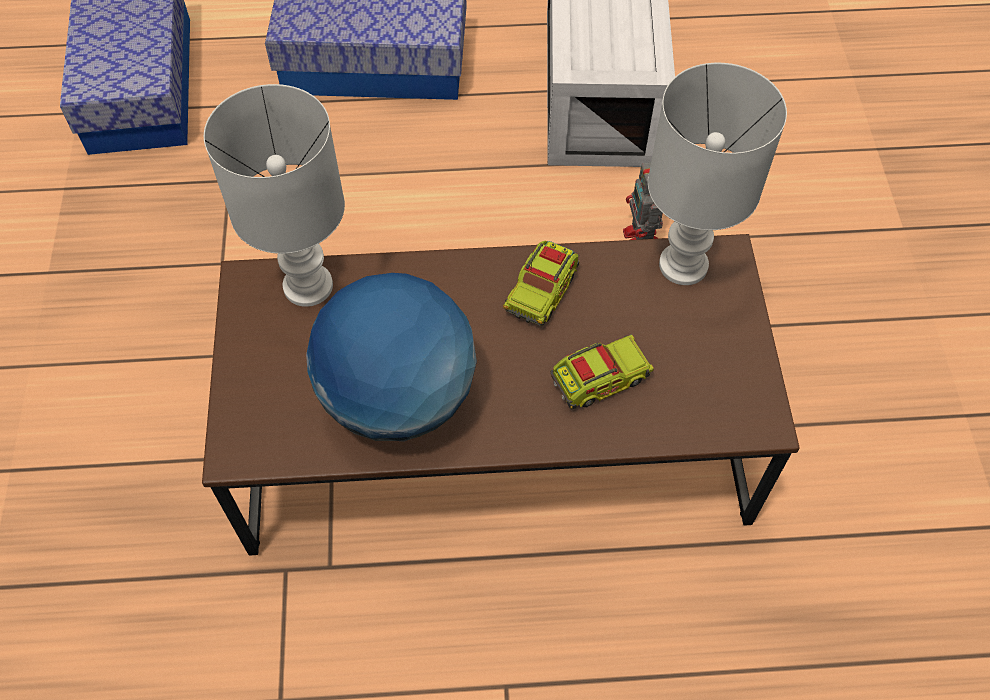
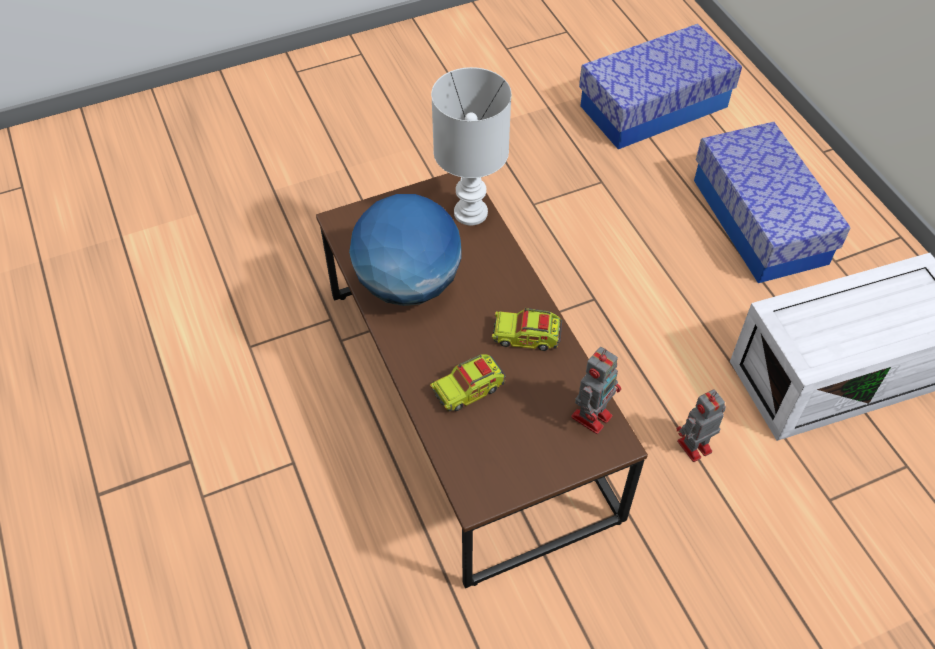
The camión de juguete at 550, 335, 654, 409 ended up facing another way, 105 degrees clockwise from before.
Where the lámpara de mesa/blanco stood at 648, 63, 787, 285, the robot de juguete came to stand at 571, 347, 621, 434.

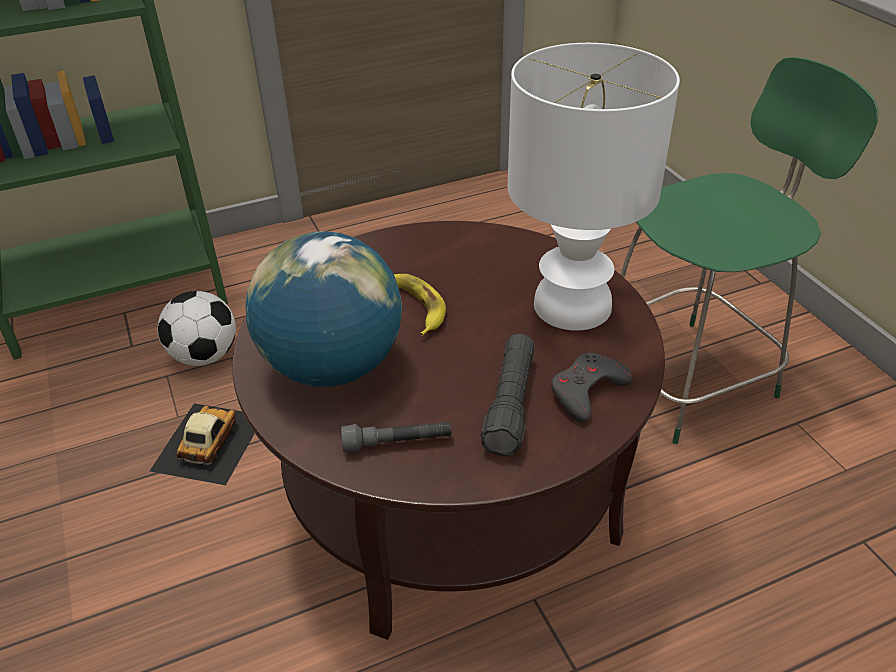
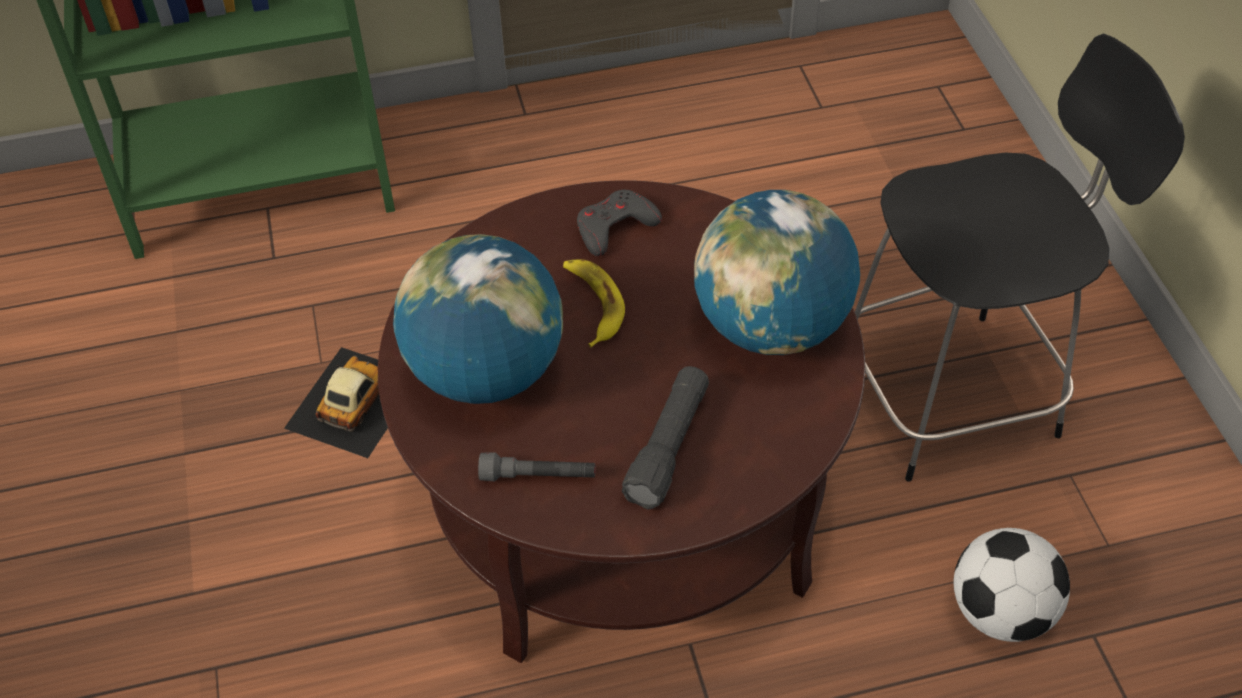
The mando de consola/gris ended up elsewhere, having gone from 551, 353, 633, 422 to 577, 190, 662, 256.
Where the lámpara de mesa/blanco stood at 508, 43, 680, 331, the globo terráqueo came to stand at 694, 190, 860, 355.
What was the silla/verde at 620, 57, 879, 444 turned into the silla/negro at 855, 33, 1185, 482.
The balón de fútbol ended up elsewhere, having gone from 158, 291, 236, 366 to 953, 528, 1070, 642.

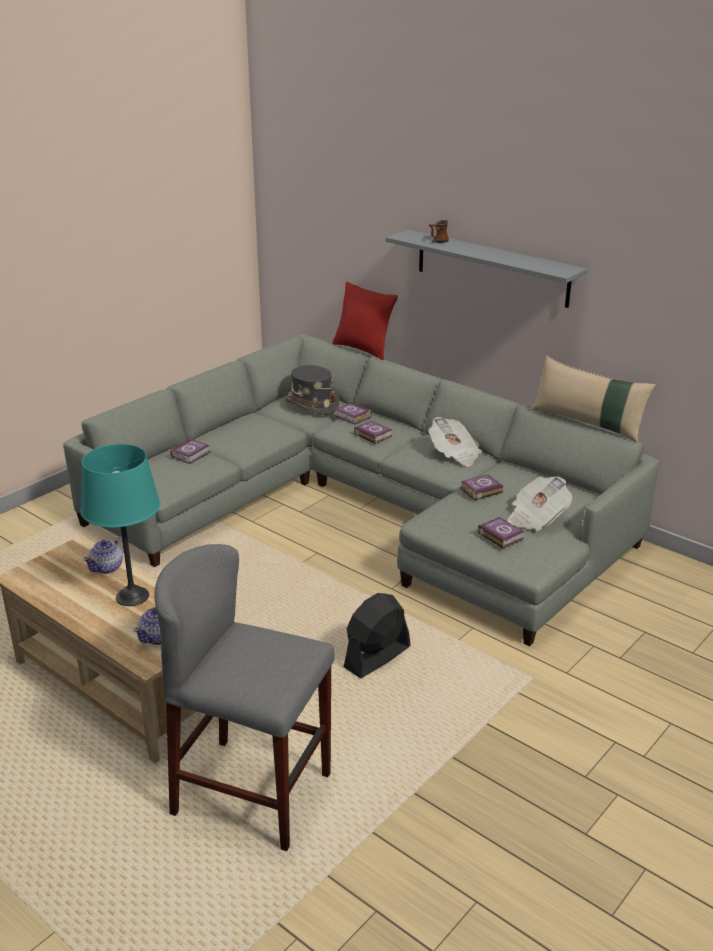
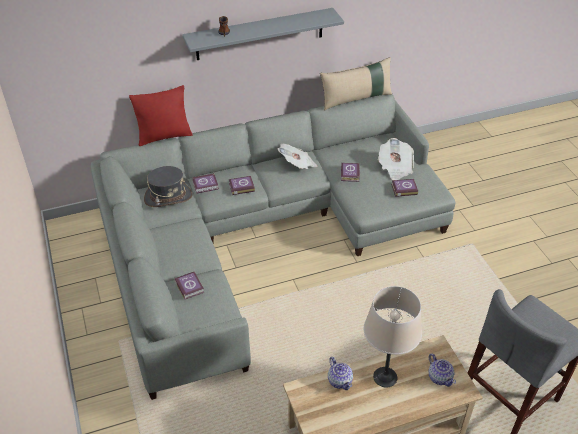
What was the lámpara de mesa/turquesa at 81, 444, 160, 606 turned into the lámpara de mesa/beis at 364, 286, 422, 387.
The second view lost the ventilador/negro at 343, 593, 411, 678.

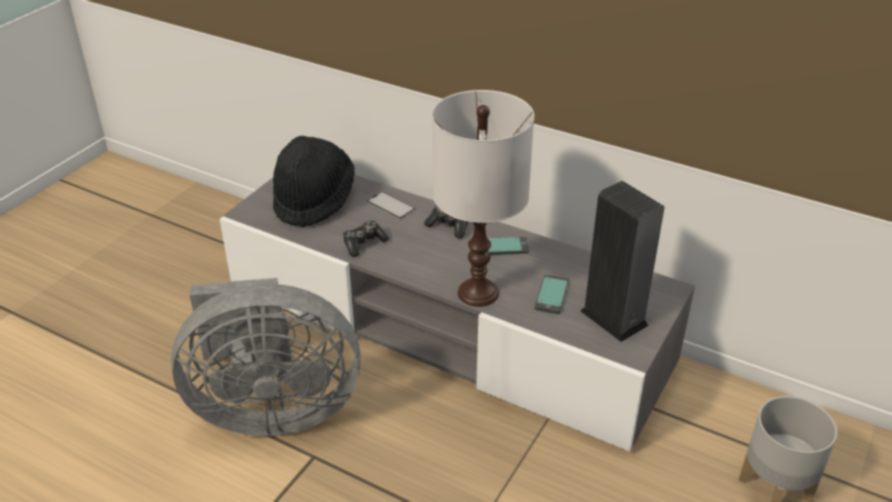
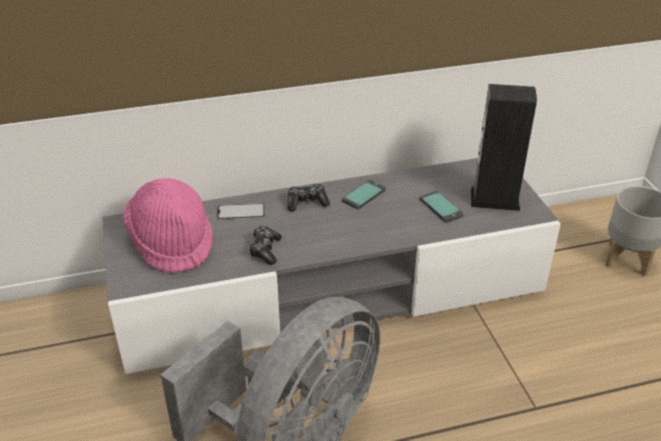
What was the sombrero/negro at 273, 136, 355, 227 turned into the sombrero/rosa at 123, 178, 213, 273.
The second view lost the lámpara de mesa/blanco at 432, 90, 534, 307.

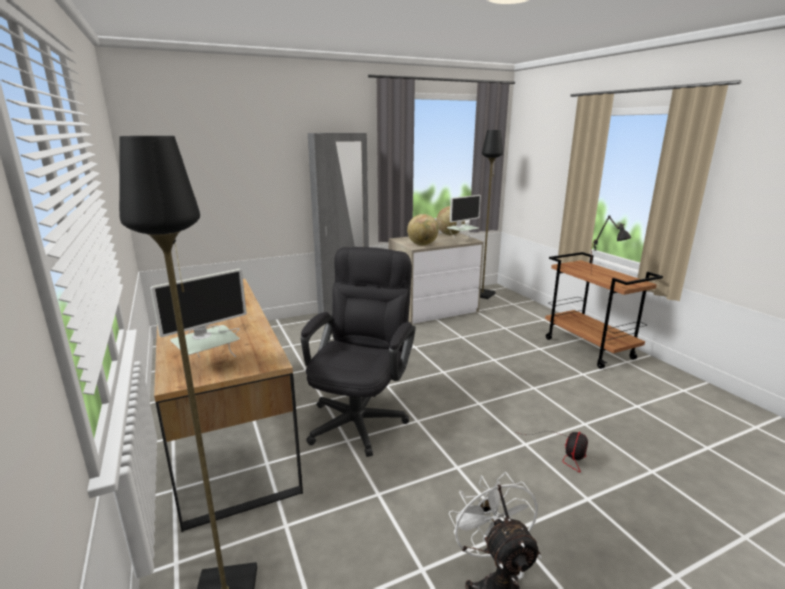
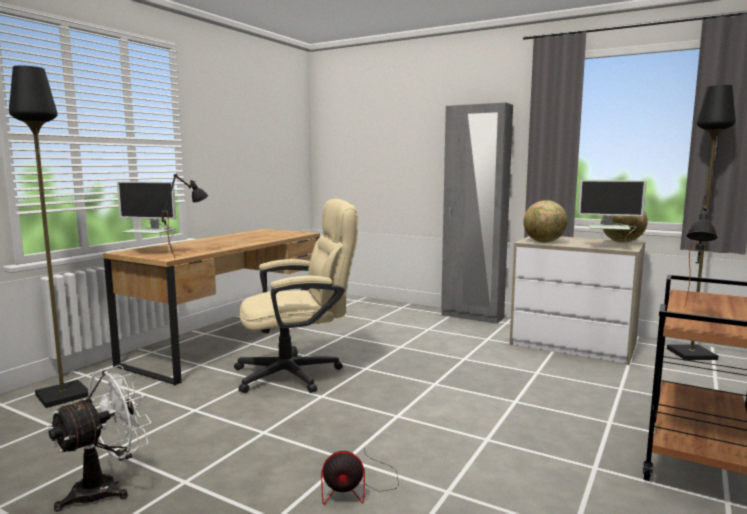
The second view gained the lámpara de mesa/negro at 161, 174, 208, 258.
What was the silla de oficina/negro at 301, 247, 416, 457 turned into the silla de oficina/beis at 234, 199, 358, 393.

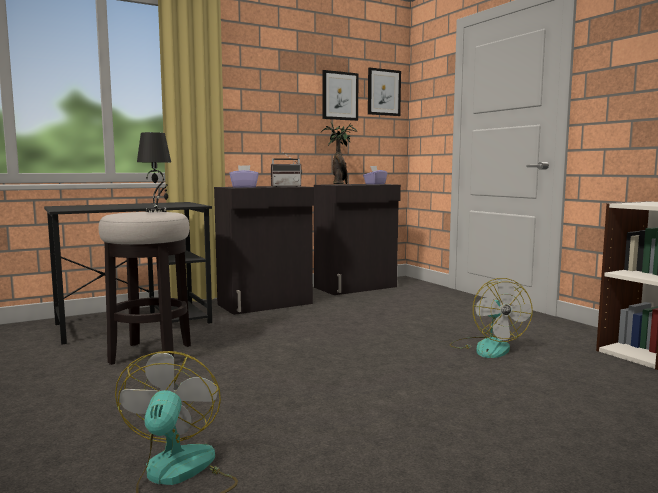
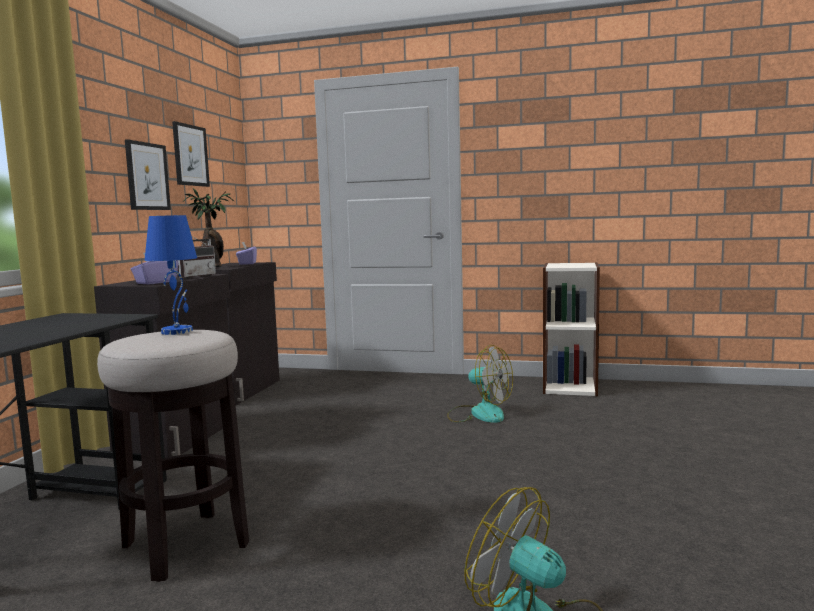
The cuadro ended up elsewhere, having gone from 368, 67, 401, 116 to 125, 139, 171, 210.
What was the lámpara de mesa/negro at 137, 132, 171, 212 turned into the lámpara de mesa/azul at 145, 215, 197, 335.

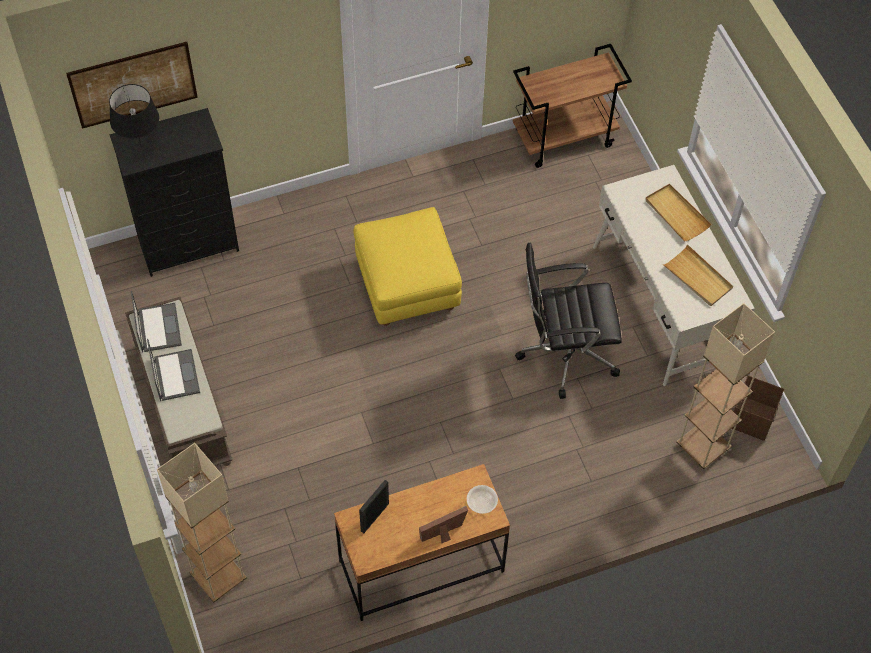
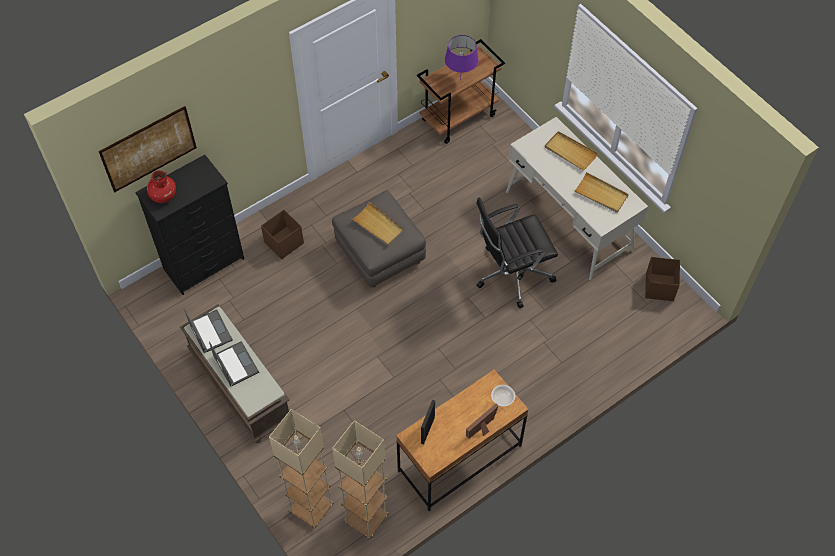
Where the lámpara de mesa/negro stood at 109, 84, 159, 147, the florero/rojo came to stand at 147, 170, 176, 203.
The second view gained the caja de almacenaje/marrón at 261, 210, 304, 259.
What was the puf/amarillo at 353, 207, 462, 326 turned into the puf/gris at 332, 190, 426, 287.
The lámpara de pie/beis ended up elsewhere, having gone from 676, 303, 775, 469 to 332, 420, 389, 539.
The second view gained the bandeja/beis at 352, 202, 404, 245.
The second view gained the lámpara de mesa/morado at 445, 35, 479, 81.

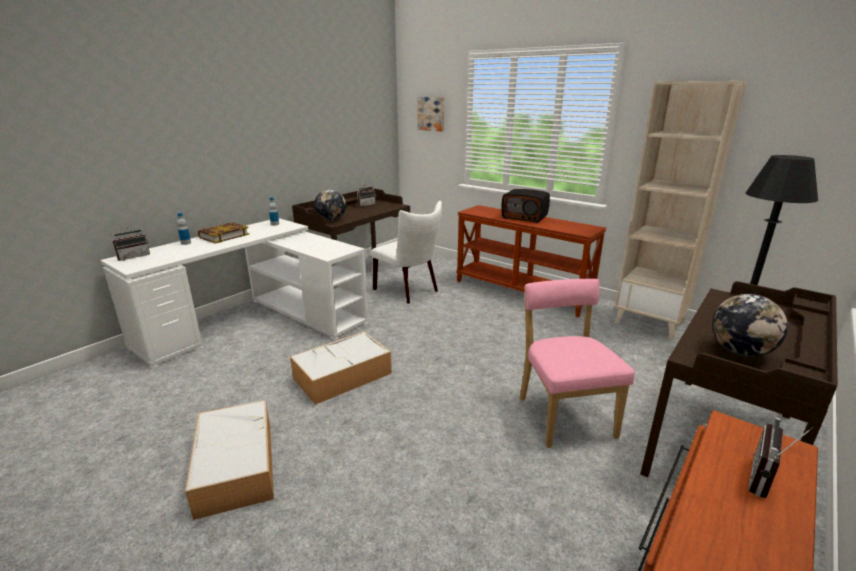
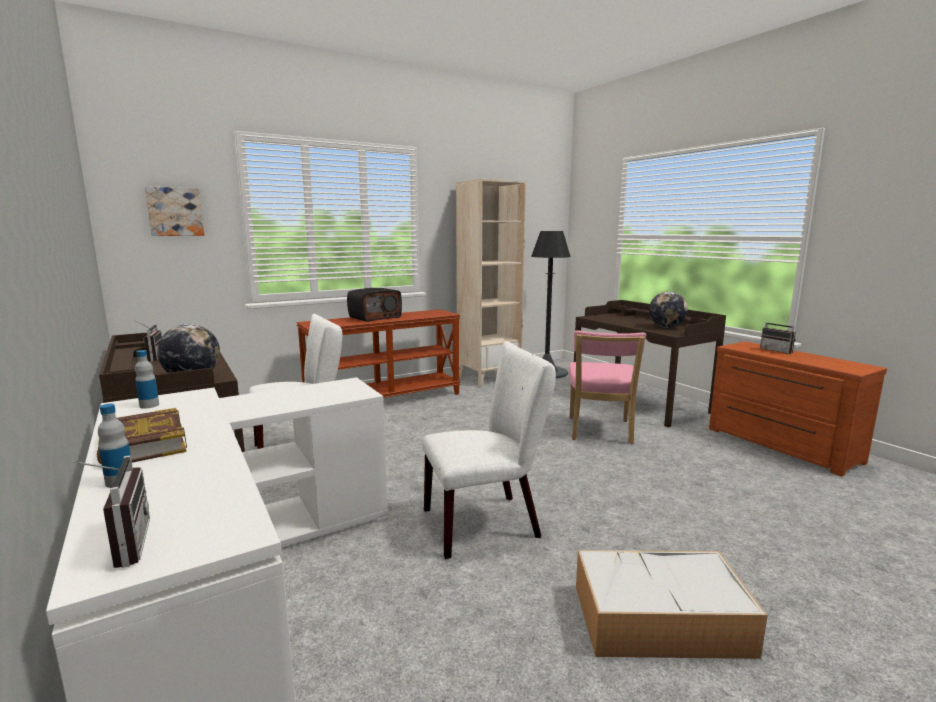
Where the caja de almacenaje stood at 290, 331, 392, 405, the silla/blanco came to stand at 422, 341, 556, 559.
The silla/rosa at 520, 279, 635, 448 ended up facing another way, 90 degrees counterclockwise from before.

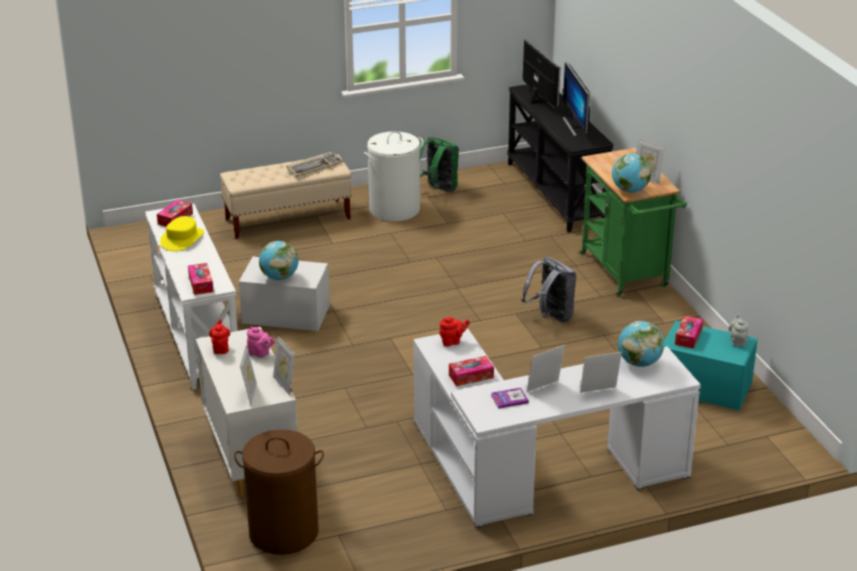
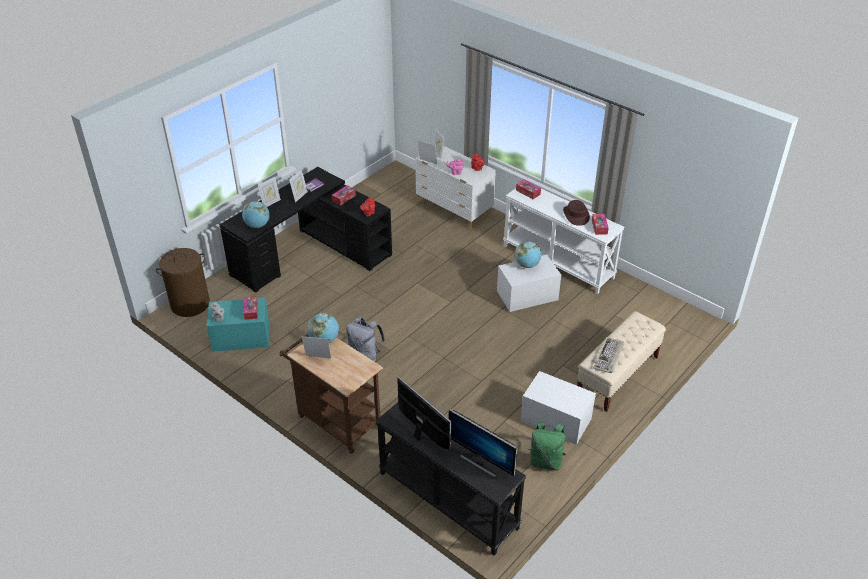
The cesto de la ropa/marrón ended up elsewhere, having gone from 234, 429, 324, 555 to 156, 248, 210, 317.
What was the escritorio/blanco at 413, 329, 701, 528 turned into the escritorio/negro at 219, 167, 392, 293.
What was the carrito/verde at 580, 148, 687, 296 turned into the carrito/marrón at 279, 334, 383, 454.
Where the cesto de la ropa/blanco stood at 364, 131, 423, 221, the caja de almacenaje/blanco came to stand at 520, 371, 596, 445.
What was the sombrero/amarillo at 160, 216, 204, 251 turned into the sombrero/marrón at 563, 200, 590, 226.

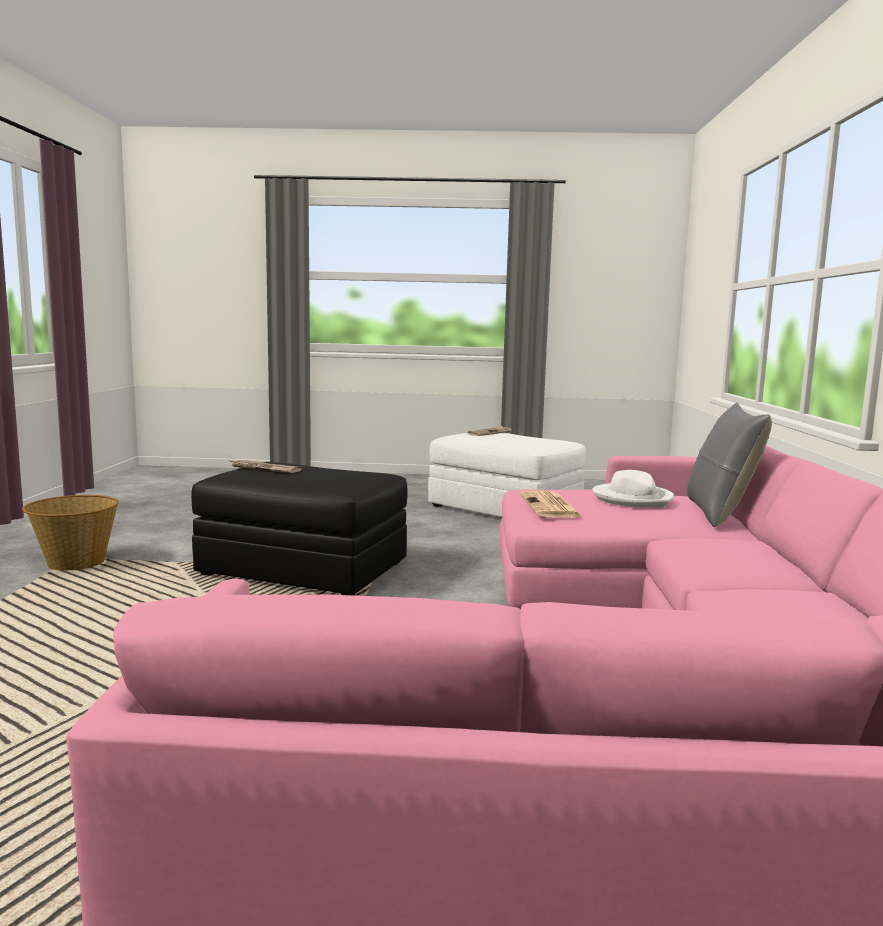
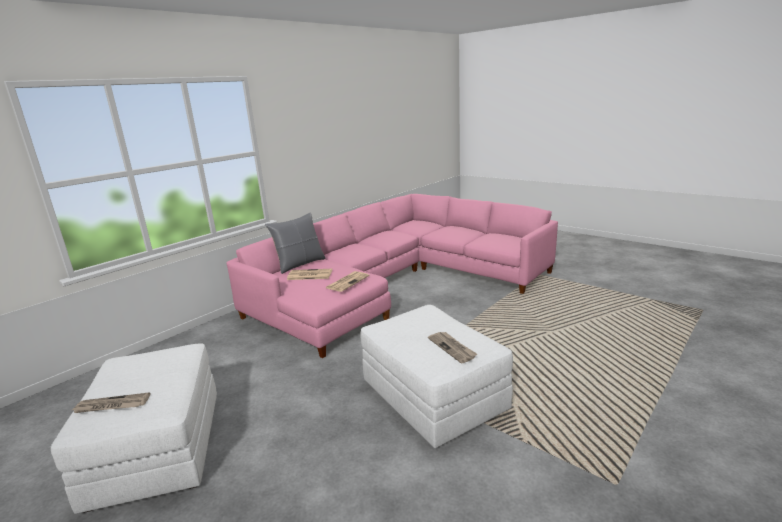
Where the sombrero/blanco stood at 592, 470, 674, 508, the periódico came to stand at 287, 269, 332, 280.
What was the puf/negro at 191, 462, 408, 595 turned into the puf/blanco at 360, 305, 513, 448.
The second view lost the cesta at 22, 495, 119, 570.

